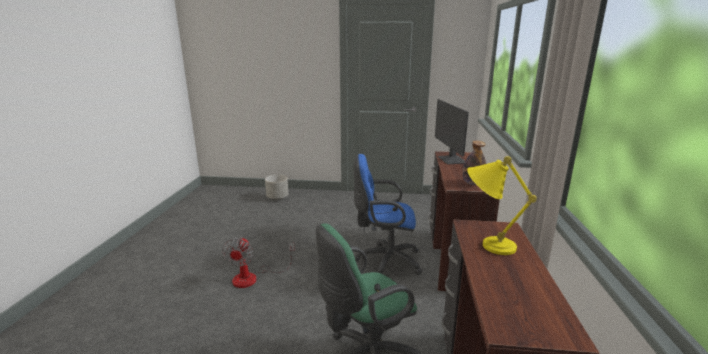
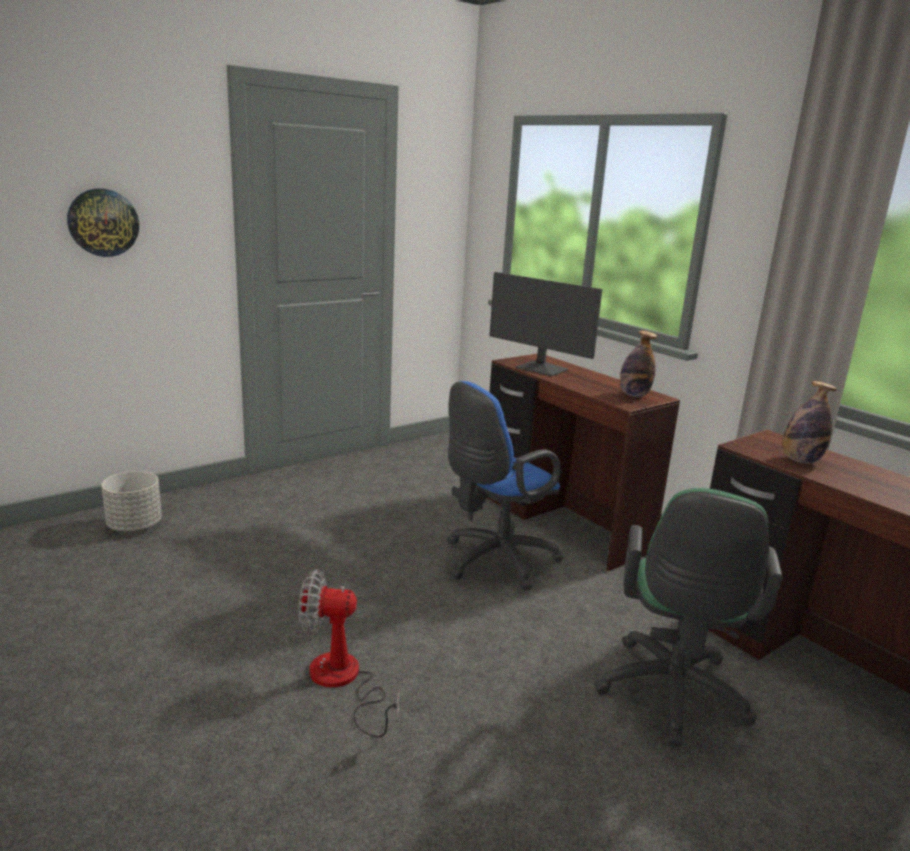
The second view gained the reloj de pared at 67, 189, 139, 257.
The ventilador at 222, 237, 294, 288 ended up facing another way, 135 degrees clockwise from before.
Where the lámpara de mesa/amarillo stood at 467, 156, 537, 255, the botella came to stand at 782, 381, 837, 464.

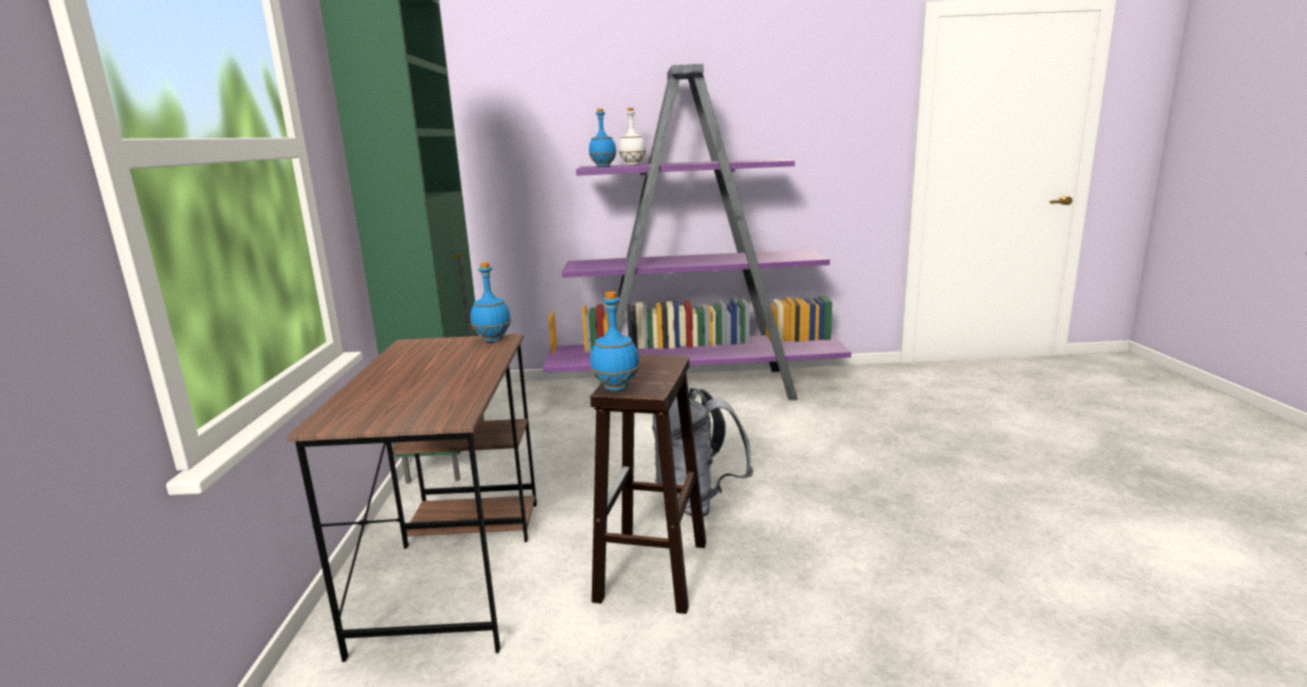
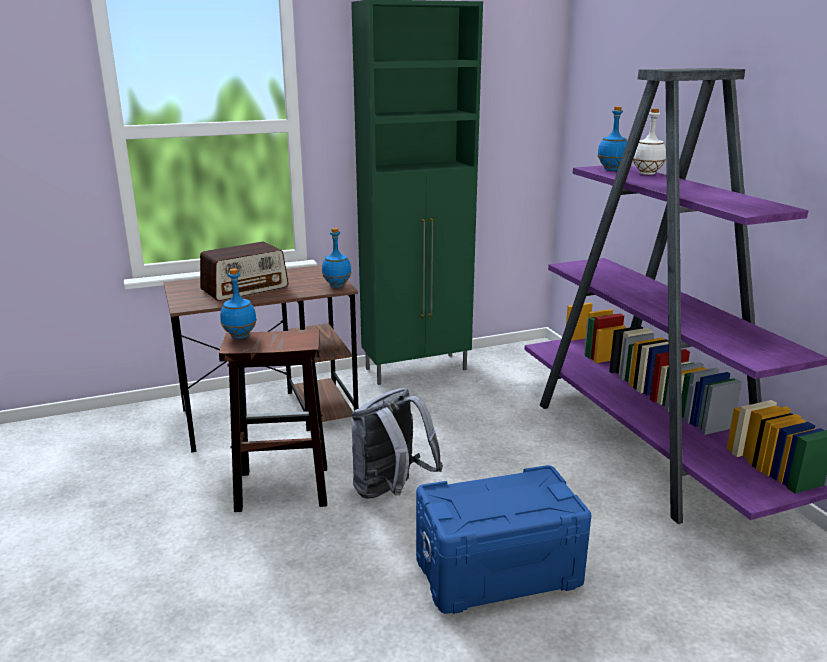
The second view gained the radio at 200, 241, 288, 301.
The second view gained the caja de almacenaje/azul at 416, 465, 592, 614.

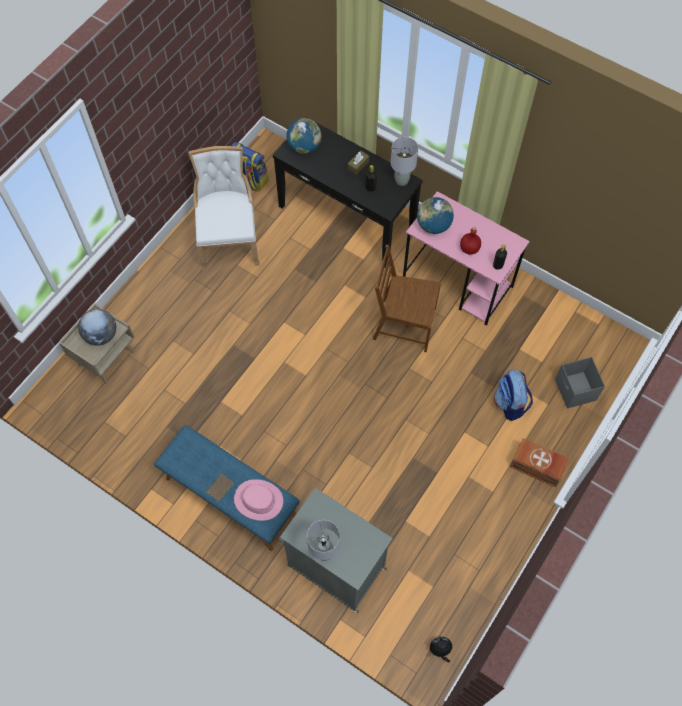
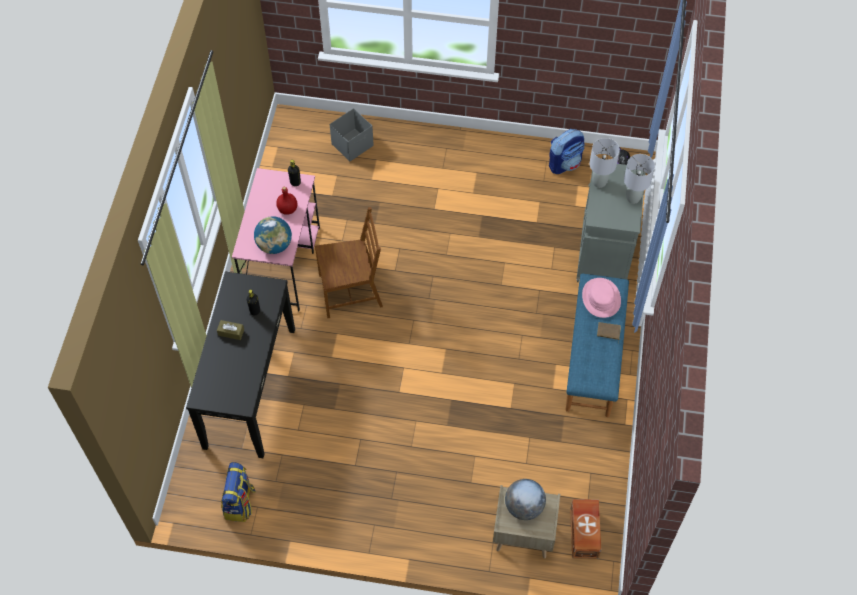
The silla/marrón at 373, 245, 441, 352 ended up facing another way, 90 degrees counterclockwise from before.
The mochila ended up elsewhere, having gone from 494, 370, 533, 421 to 549, 129, 585, 174.
The caja de almacenaje/marrón ended up elsewhere, having gone from 510, 438, 569, 488 to 570, 499, 601, 559.
The lámpara de mesa/gris ended up elsewhere, having gone from 391, 137, 418, 186 to 589, 138, 620, 188.
The second view lost the silla/blanco at 189, 146, 260, 271.
The second view lost the globo terráqueo at 286, 118, 321, 154.

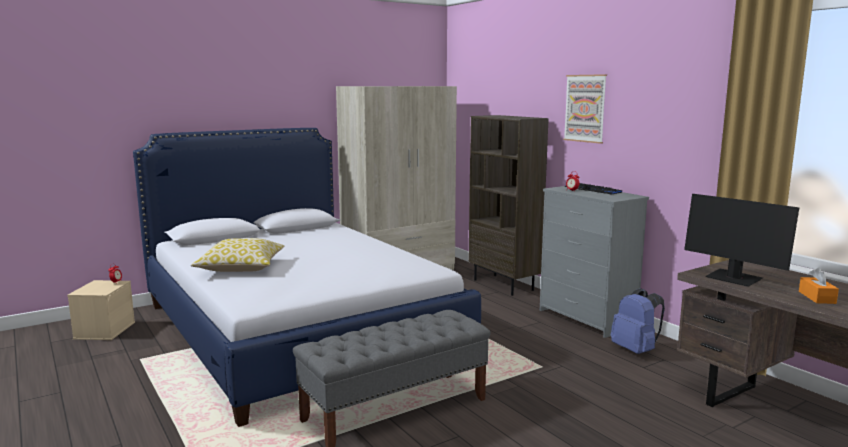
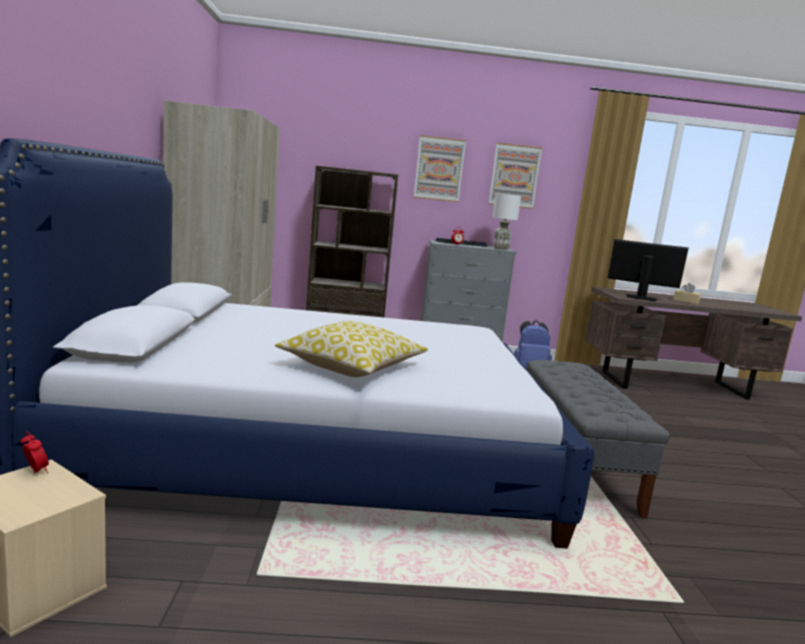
The second view gained the cuadro at 489, 143, 542, 209.
The second view gained the lámpara de mesa/blanco at 493, 194, 521, 250.
The monitor at 684, 194, 799, 287 ended up facing another way, 150 degrees counterclockwise from before.
What was the caja de pañuelos/naranja at 799, 268, 839, 304 turned into the caja de pañuelos/beis at 673, 283, 701, 304.

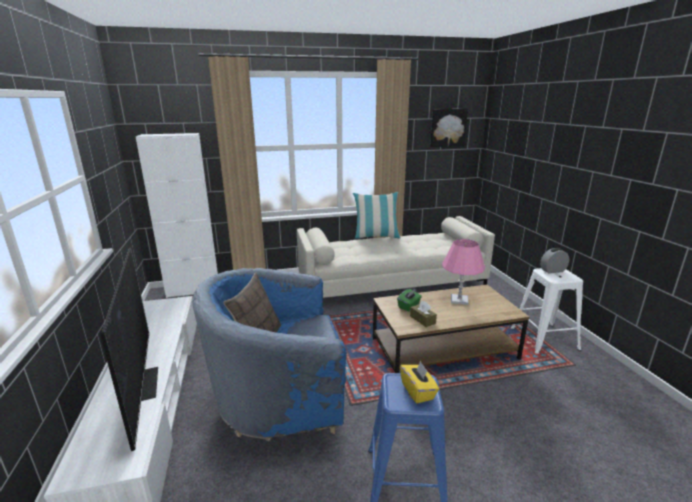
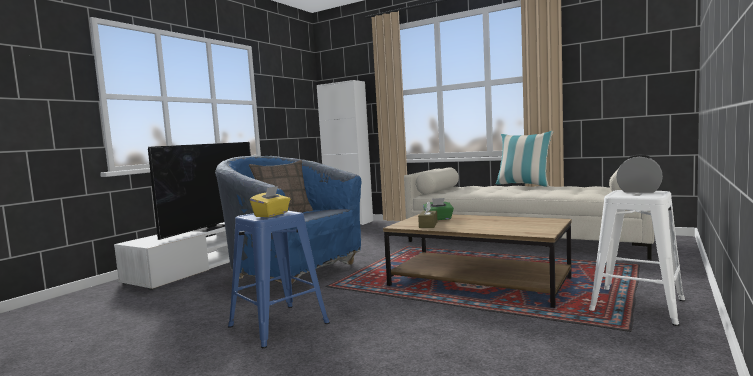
The second view lost the cuadro at 430, 109, 468, 147.
The second view lost the lámpara de mesa/rosa at 442, 239, 485, 305.

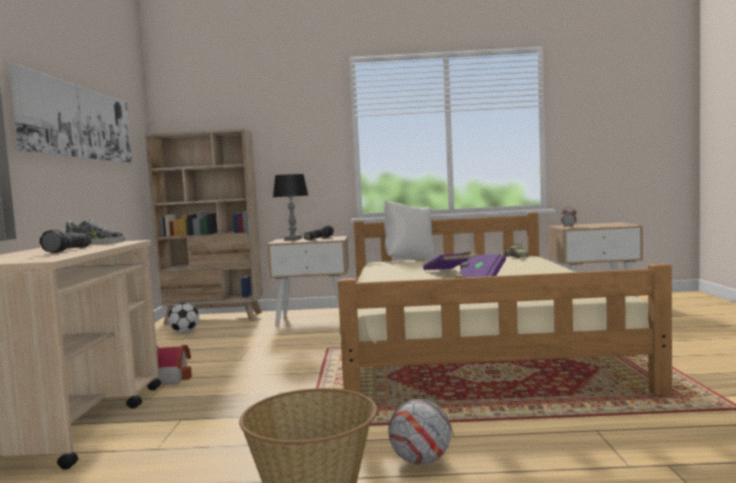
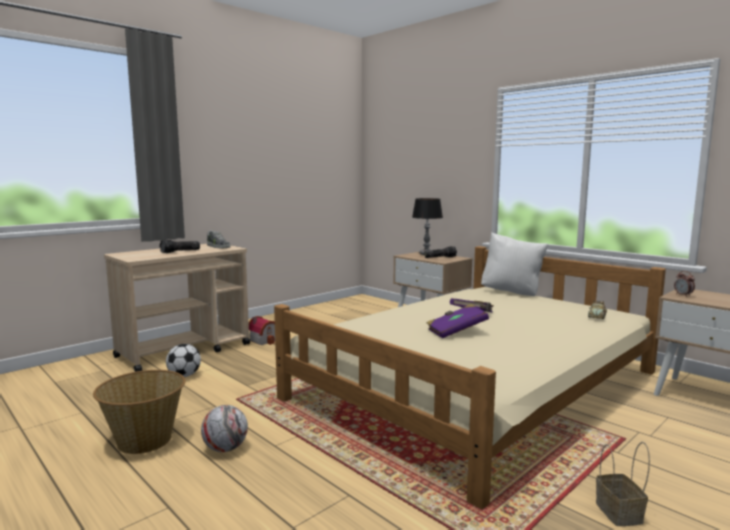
The balón de fútbol ended up elsewhere, having gone from 168, 302, 199, 333 to 166, 344, 201, 377.
The second view gained the cesta at 596, 442, 650, 526.
The second view lost the cuadro at 9, 64, 132, 163.
The second view lost the estantería/beis at 145, 129, 263, 325.

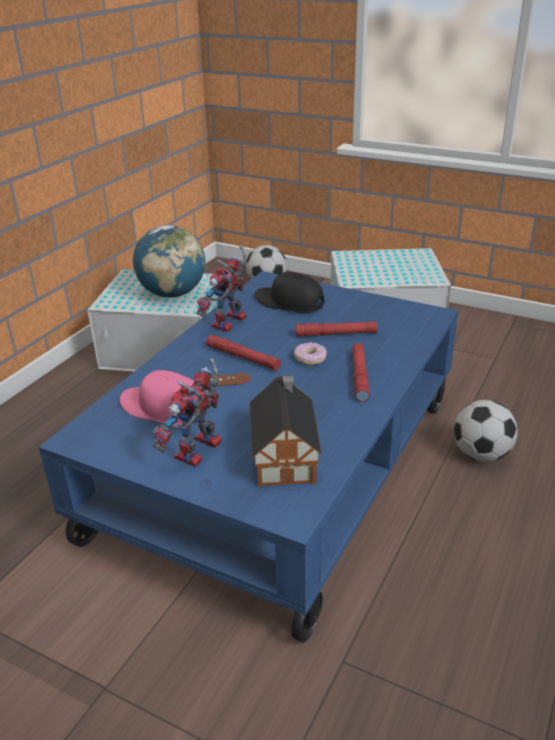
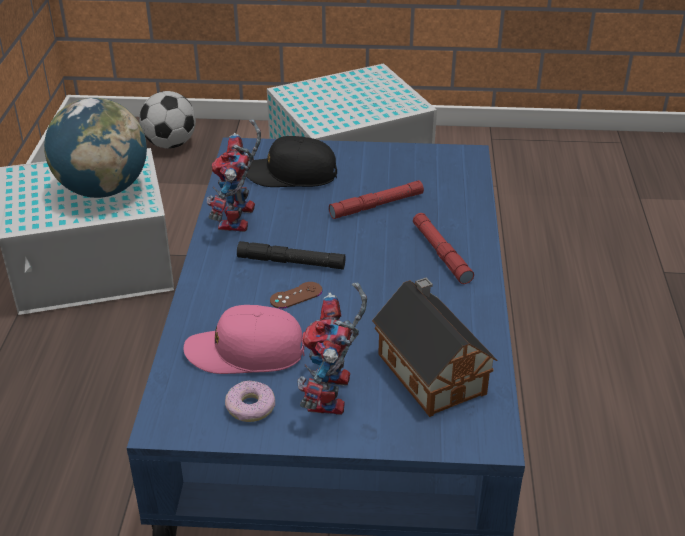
The rosquilla ended up elsewhere, having gone from 294, 342, 327, 365 to 225, 381, 275, 422.
What was the linterna/rojo at 206, 335, 281, 371 turned into the linterna/negro at 237, 241, 346, 270.
The second view lost the balón de fútbol at 454, 400, 518, 462.

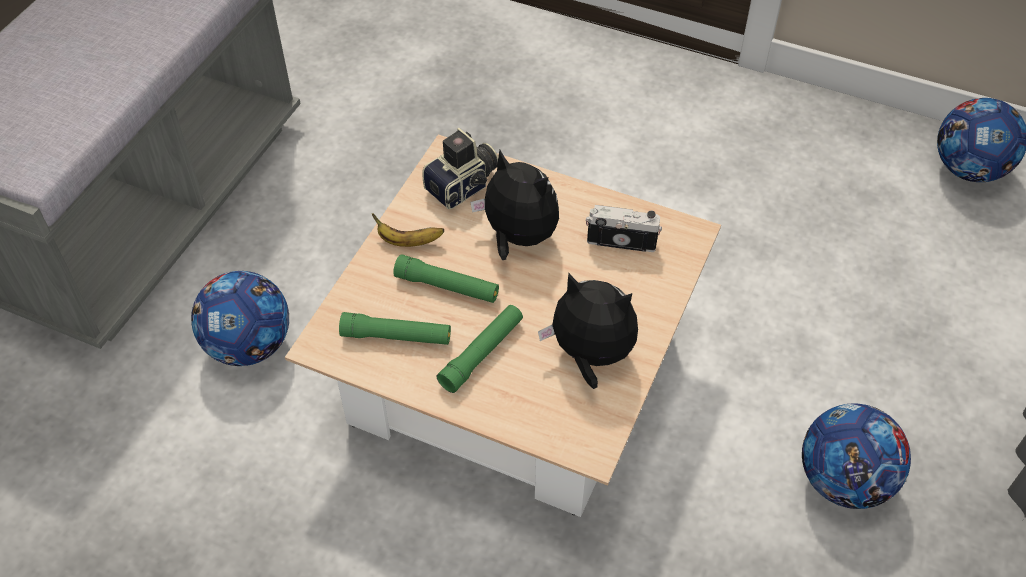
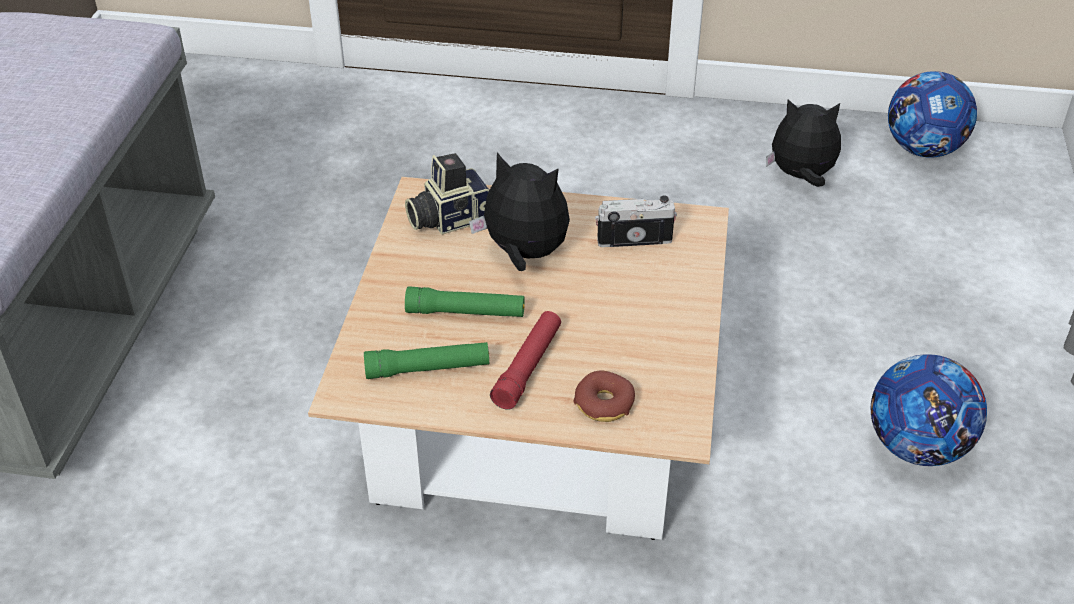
The cámara at 422, 127, 498, 209 ended up facing another way, 150 degrees counterclockwise from before.
What was the linterna/verde at 437, 305, 523, 393 turned into the linterna/rojo at 490, 311, 561, 410.
The second view gained the rosquilla at 574, 371, 635, 422.
The peluche ended up elsewhere, having gone from 538, 273, 638, 389 to 766, 99, 841, 187.
The second view lost the balón de fútbol at 191, 271, 289, 366.
The second view lost the plátano at 372, 214, 444, 247.

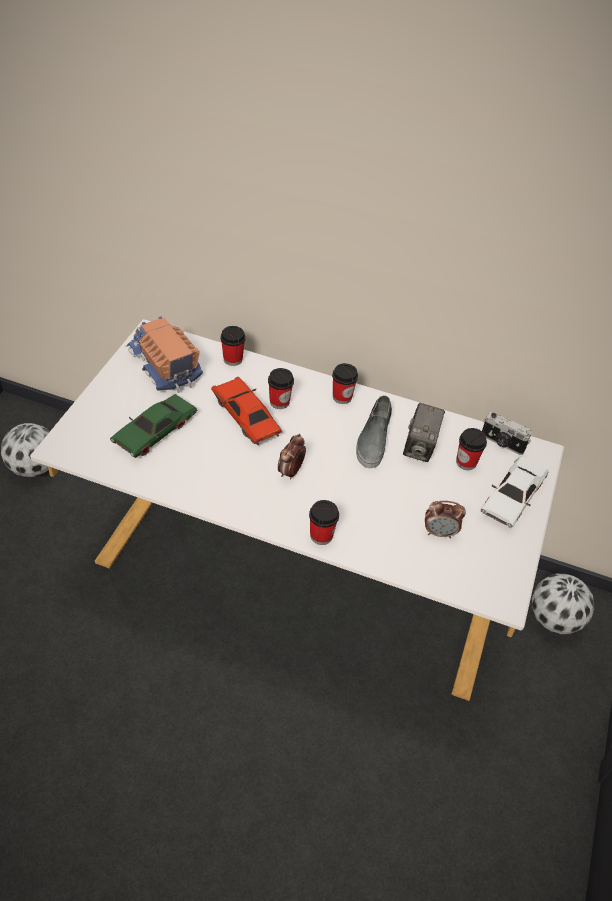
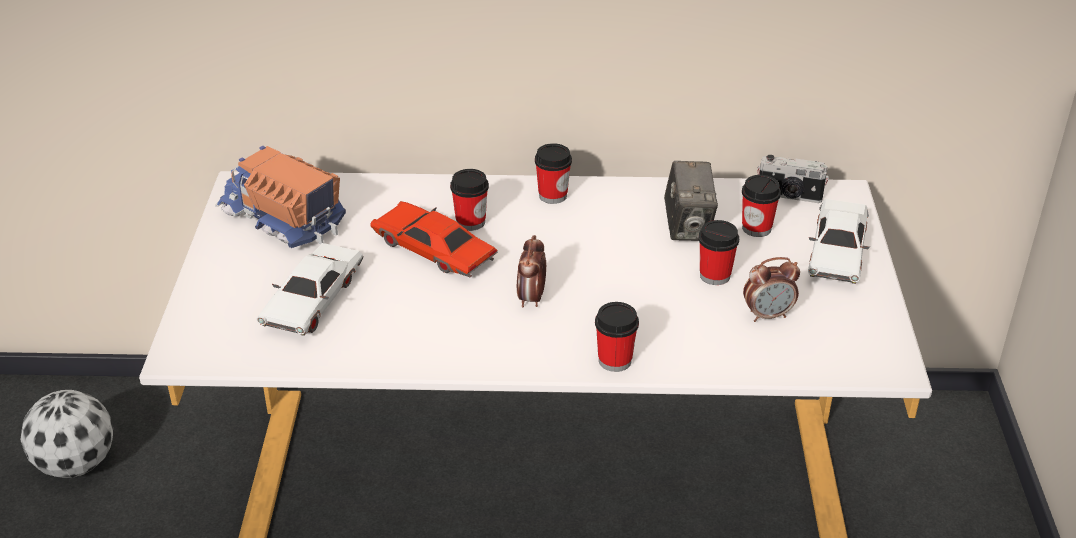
What was the coche de juguete/verde at 110, 394, 197, 458 turned into the coche de juguete/blanco at 257, 243, 363, 336.
The taza ended up elsewhere, having gone from 221, 326, 246, 366 to 699, 220, 739, 285.
The second view lost the zapato/gris at 356, 395, 392, 468.
The second view lost the balón de fútbol at 532, 574, 594, 634.

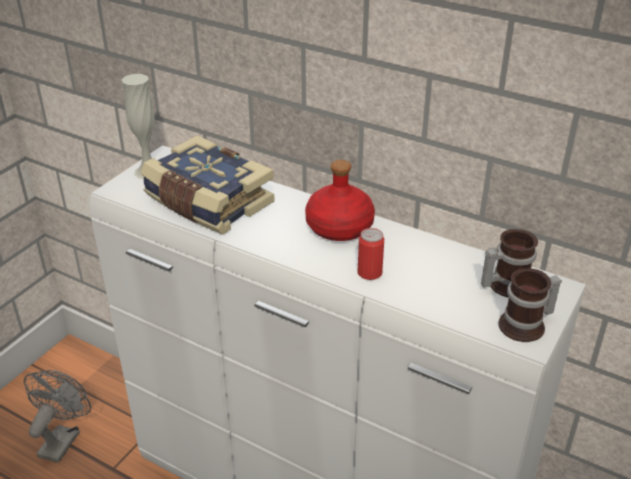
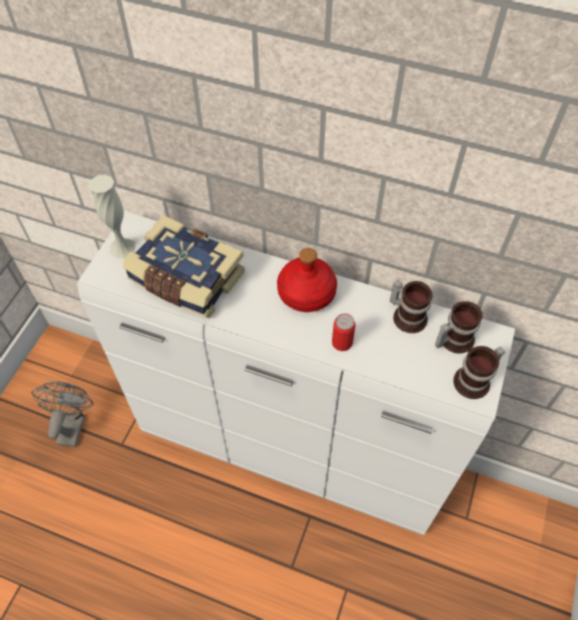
The second view gained the taza grande at 390, 280, 432, 333.

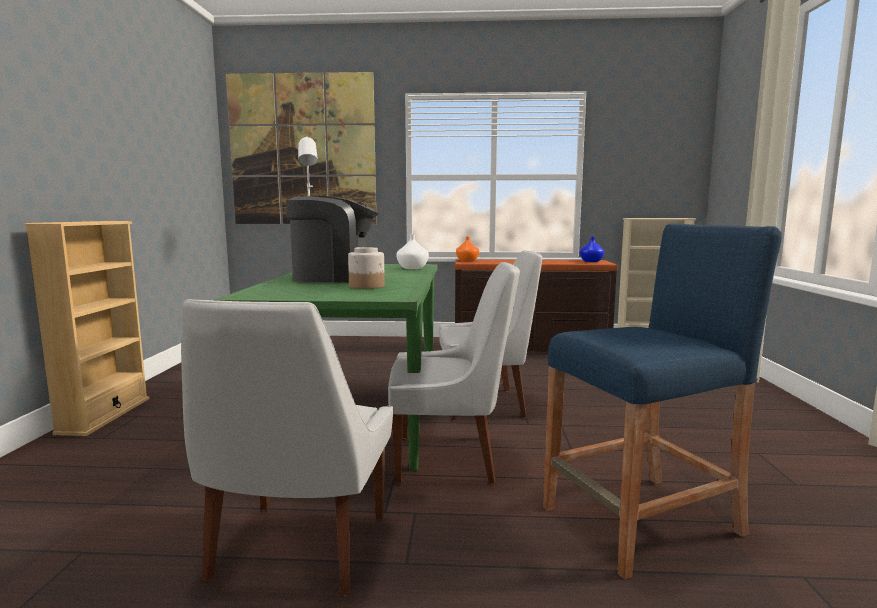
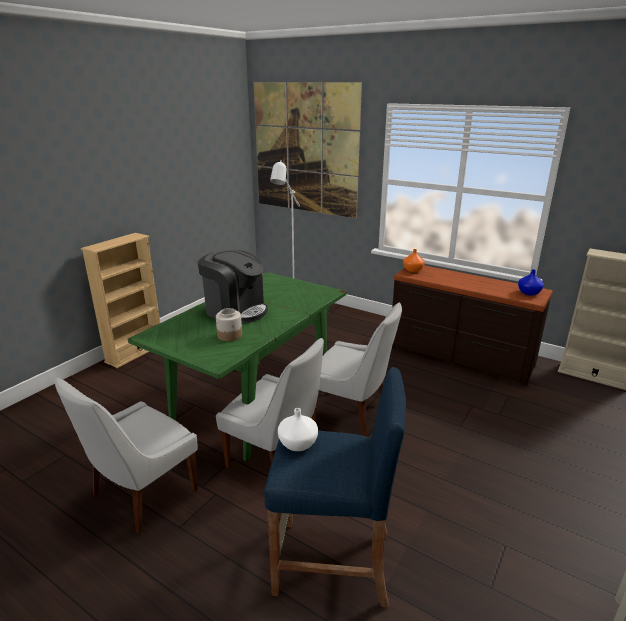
The florero/blanco ended up elsewhere, having gone from 397, 235, 429, 269 to 278, 408, 318, 451.

